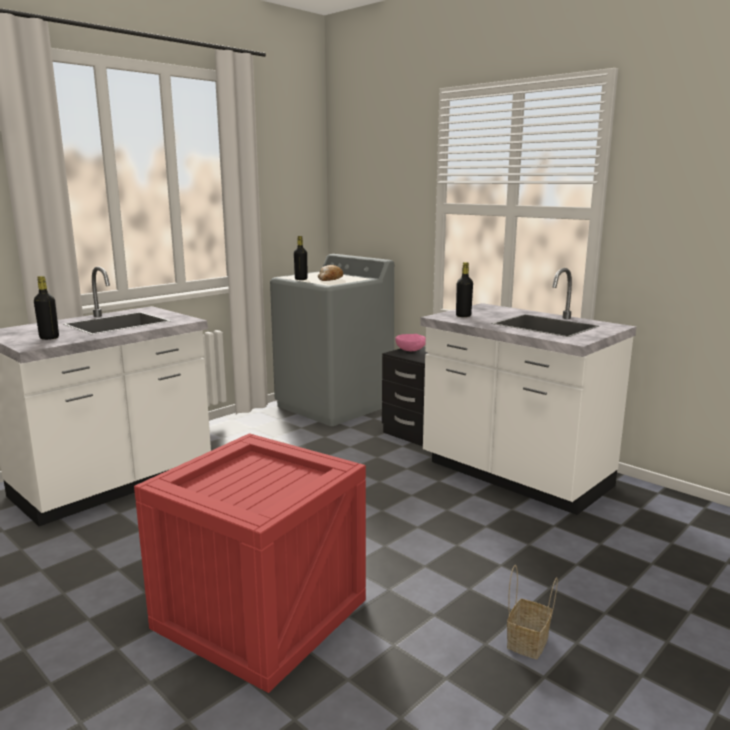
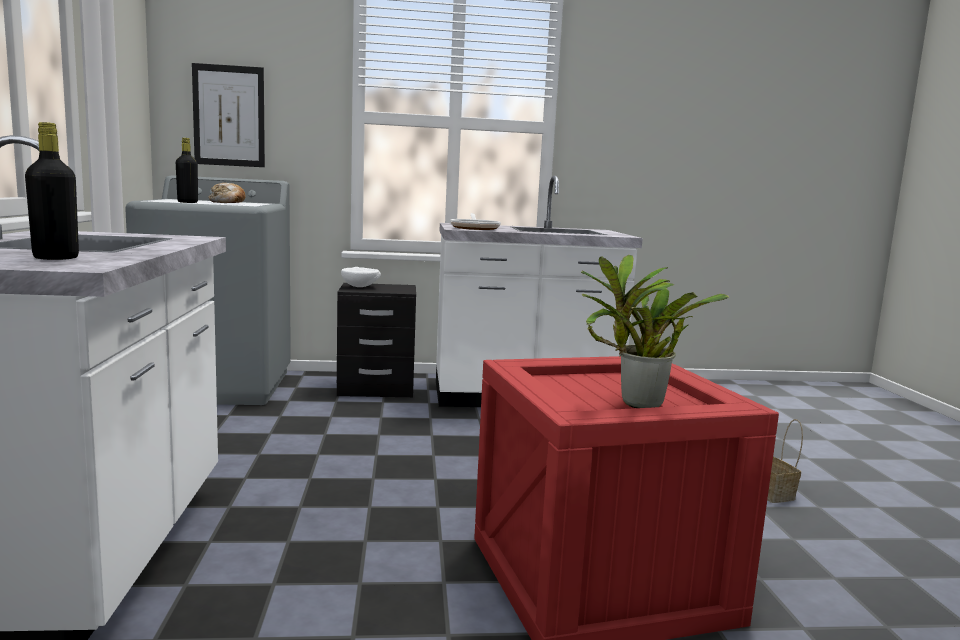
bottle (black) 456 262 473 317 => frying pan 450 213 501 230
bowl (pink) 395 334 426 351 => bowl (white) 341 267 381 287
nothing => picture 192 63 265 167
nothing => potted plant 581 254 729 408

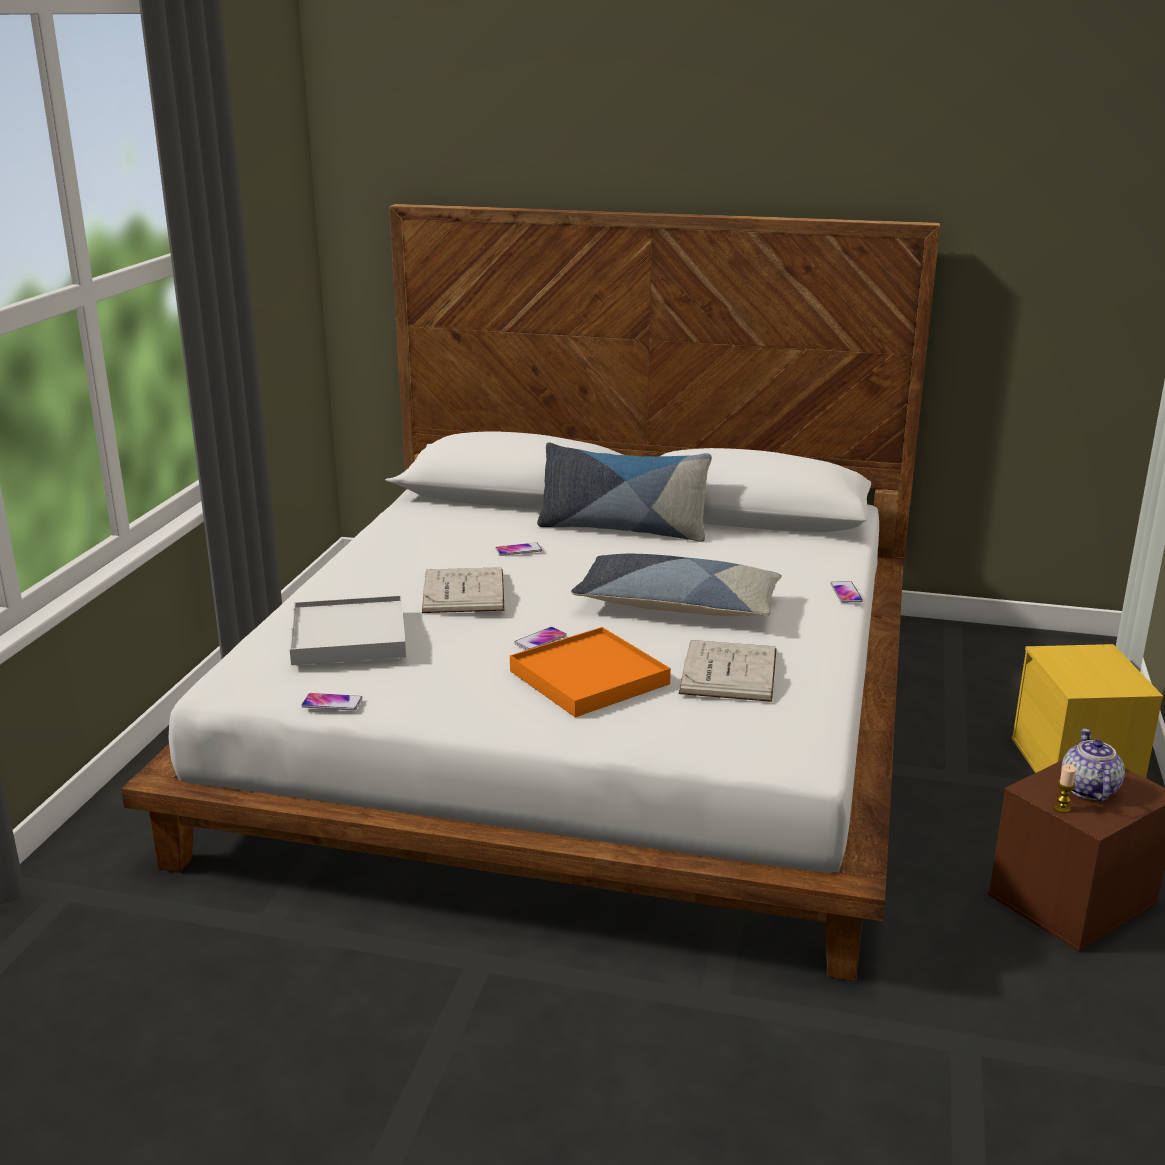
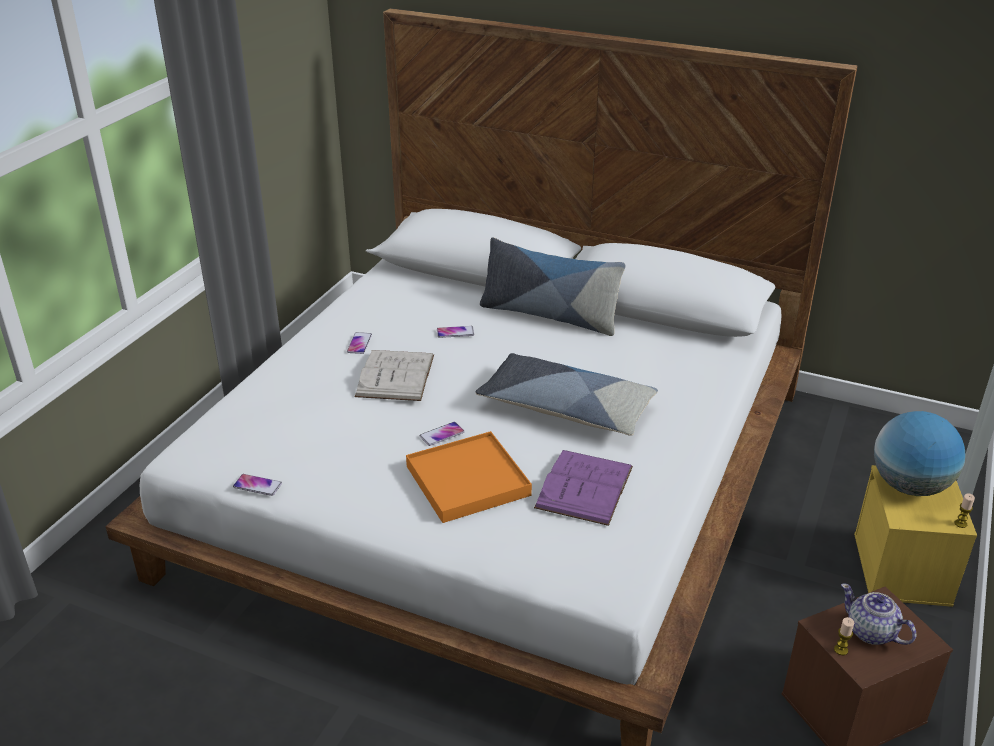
phone 830 581 863 603 => phone 347 332 372 354, move
tray (white) 289 595 406 665 => nothing
book (white) 679 640 777 702 => book (purple) 534 450 633 526
teapot 1061 729 1125 801 => teapot 841 583 916 645, 60 degrees counterclockwise
nothing => globe 874 411 965 496
nothing => candle 955 493 975 528

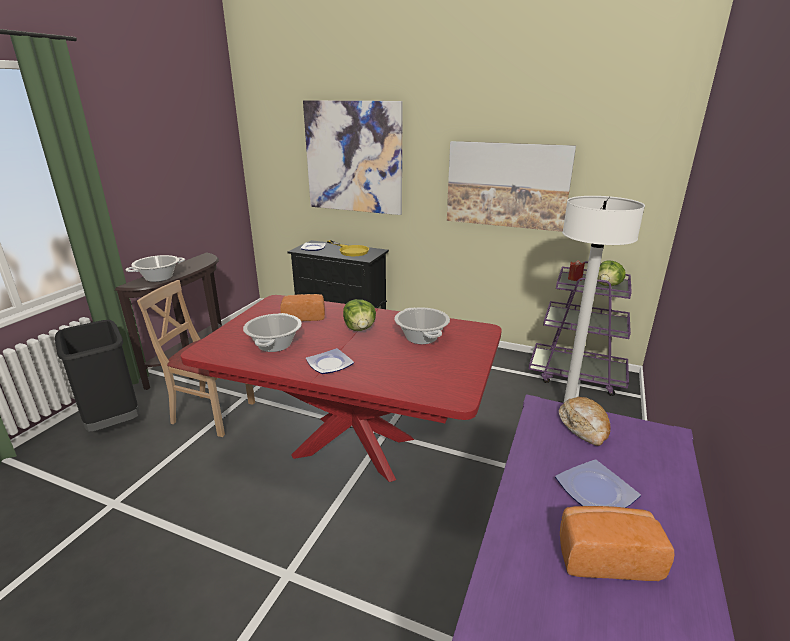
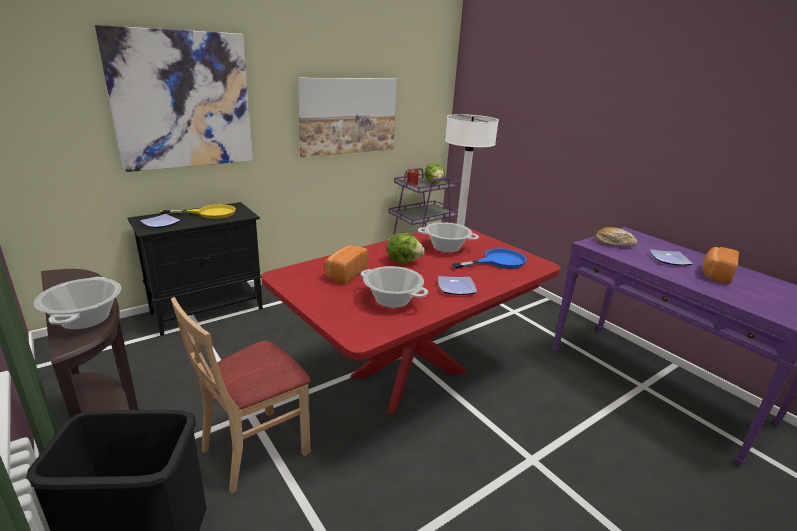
nothing => frying pan (blue) 452 248 527 269

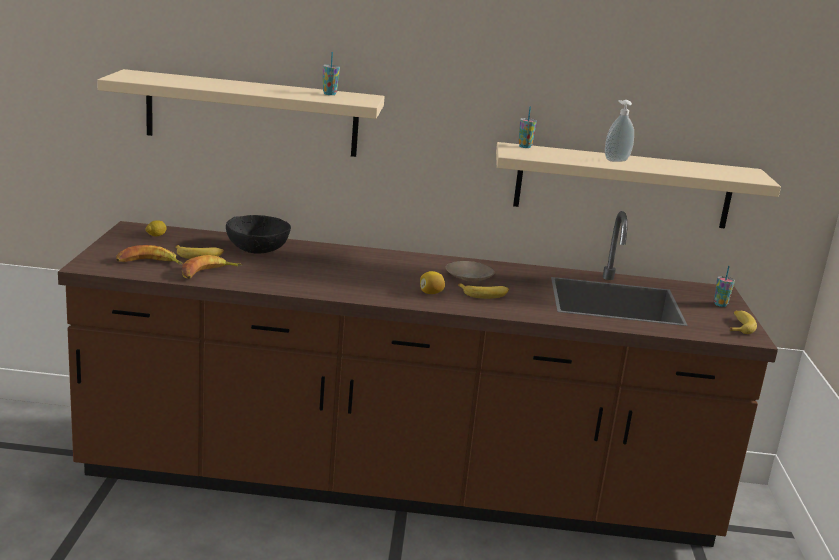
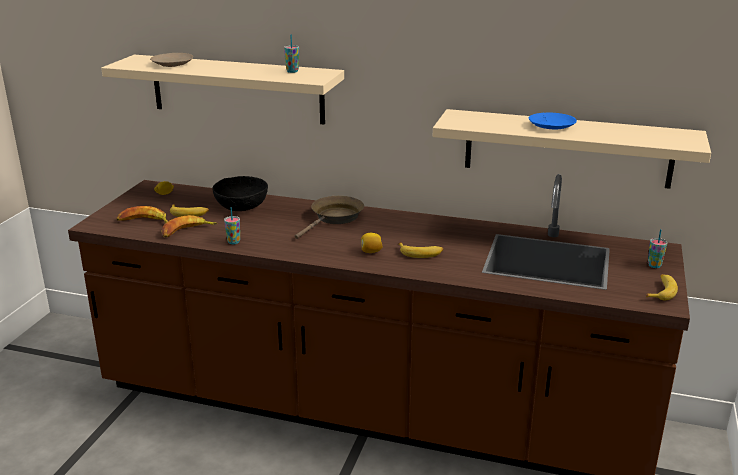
soap dispenser 605 100 634 162 => plate (blue) 529 112 577 129
cup 519 106 537 148 => cup 224 207 240 244, move
plate (beige) 446 261 495 281 => plate (beige) 150 53 193 67, move
nothing => frying pan (brown) 295 196 364 239

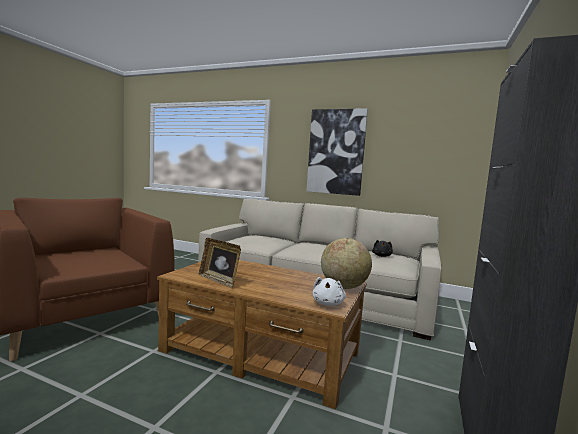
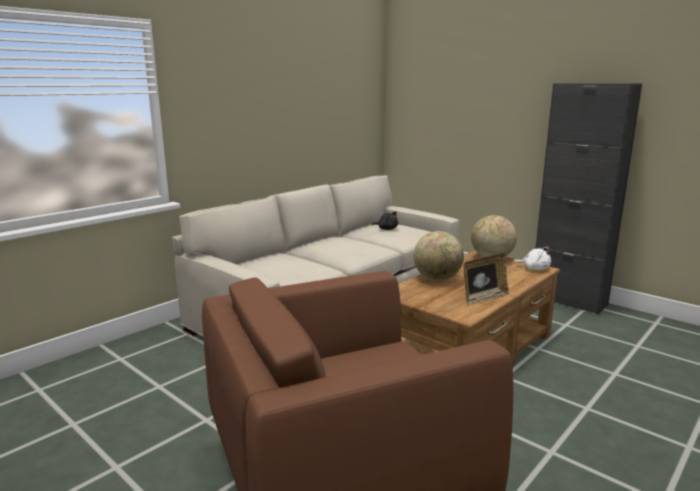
picture 306 108 368 196 => nothing
nothing => globe 413 231 464 281

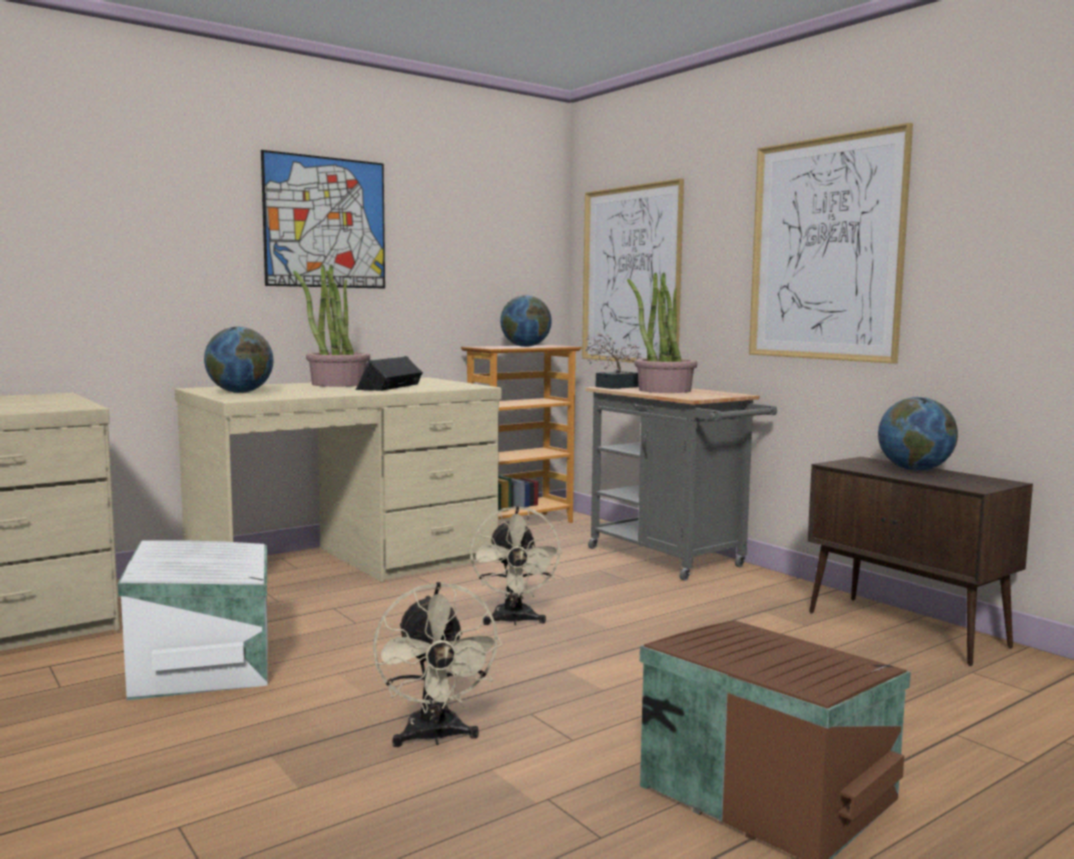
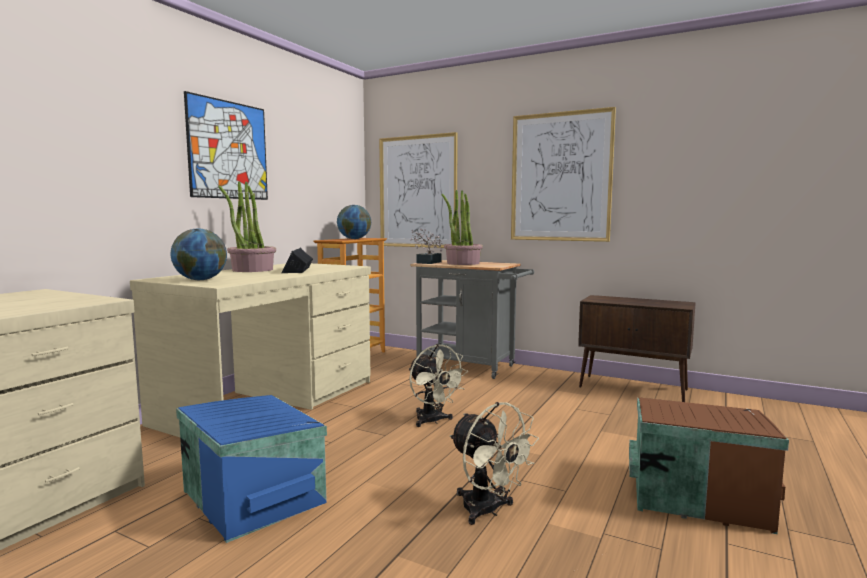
globe 878 397 958 471 => nothing
storage box (white) 117 540 268 700 => storage box (blue) 176 395 327 543

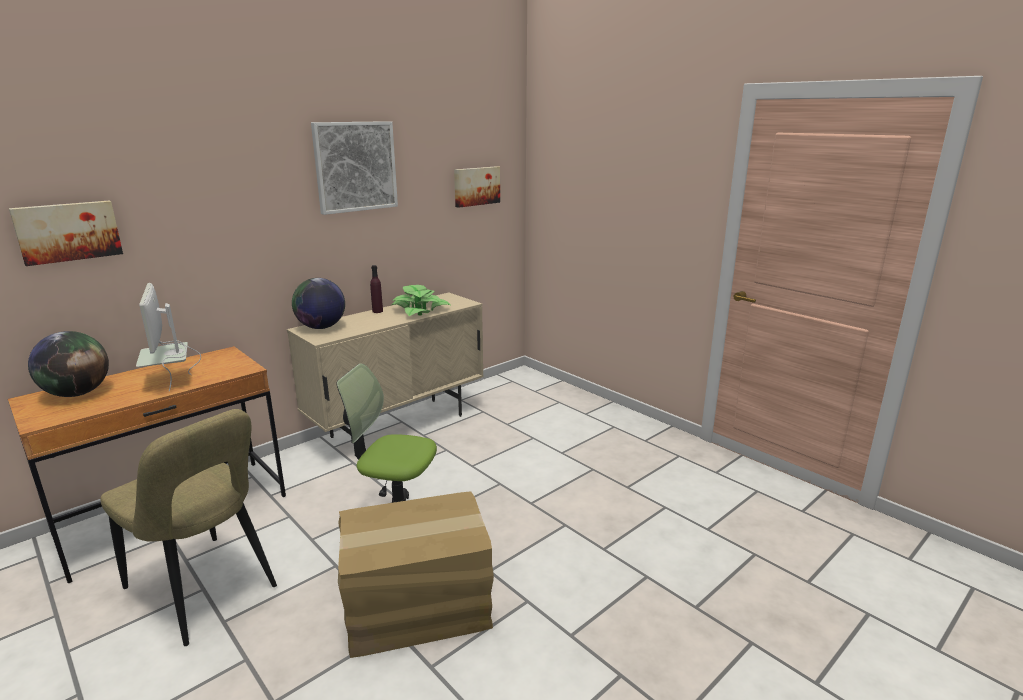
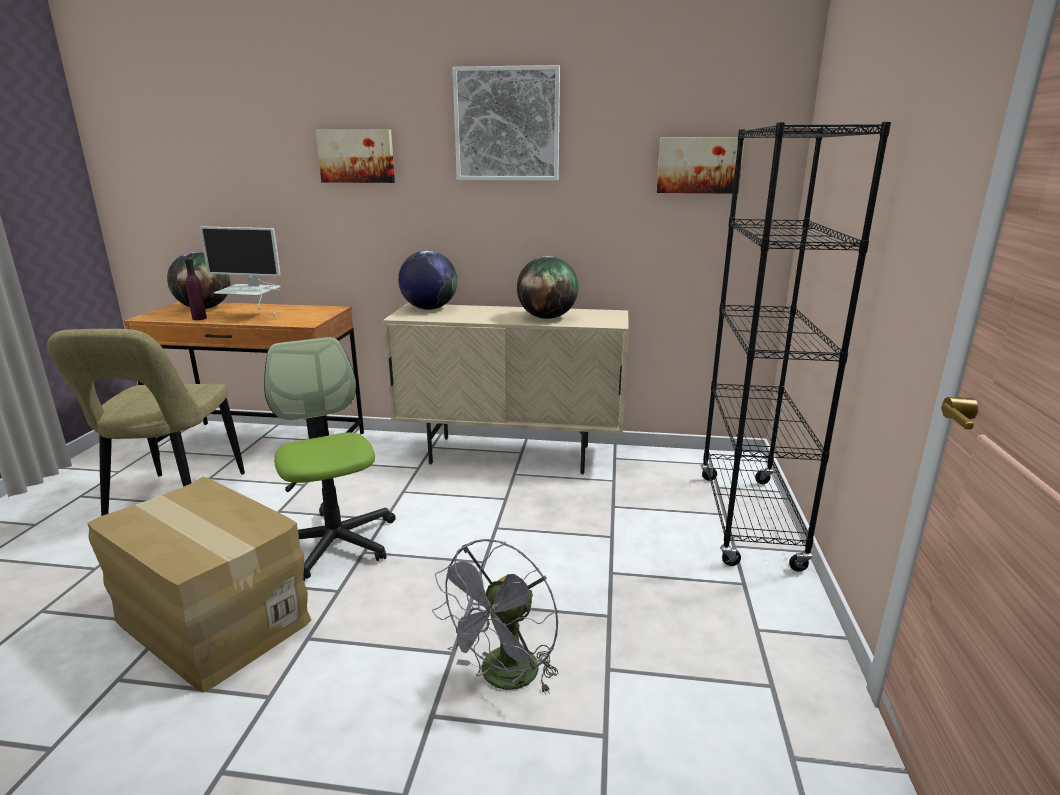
picture 9 201 123 266 => picture 316 130 395 183, move
bottle (purple) 370 265 383 313 => bottle (purple) 185 259 207 320, move
monitor 136 283 201 392 => monitor 200 226 281 318, 105 degrees counterclockwise
potted plant 390 285 452 316 => globe 517 256 578 319
nothing => bookcase (black) 701 122 891 571
nothing => fan (grey) 432 539 559 695

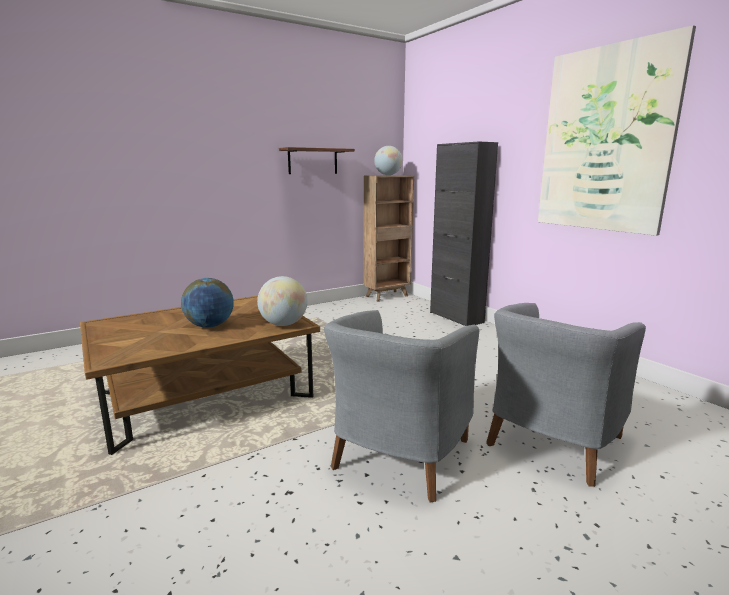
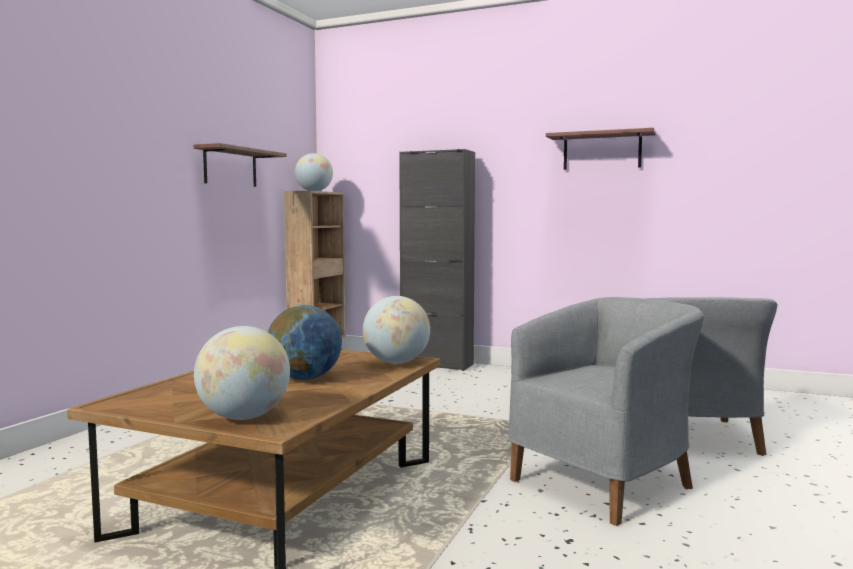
picture 538 25 696 236 => shelf 546 128 656 170
armchair (grey) 324 310 479 502 => armchair (grey) 508 297 704 526, 120 degrees counterclockwise
nothing => globe 194 326 290 420

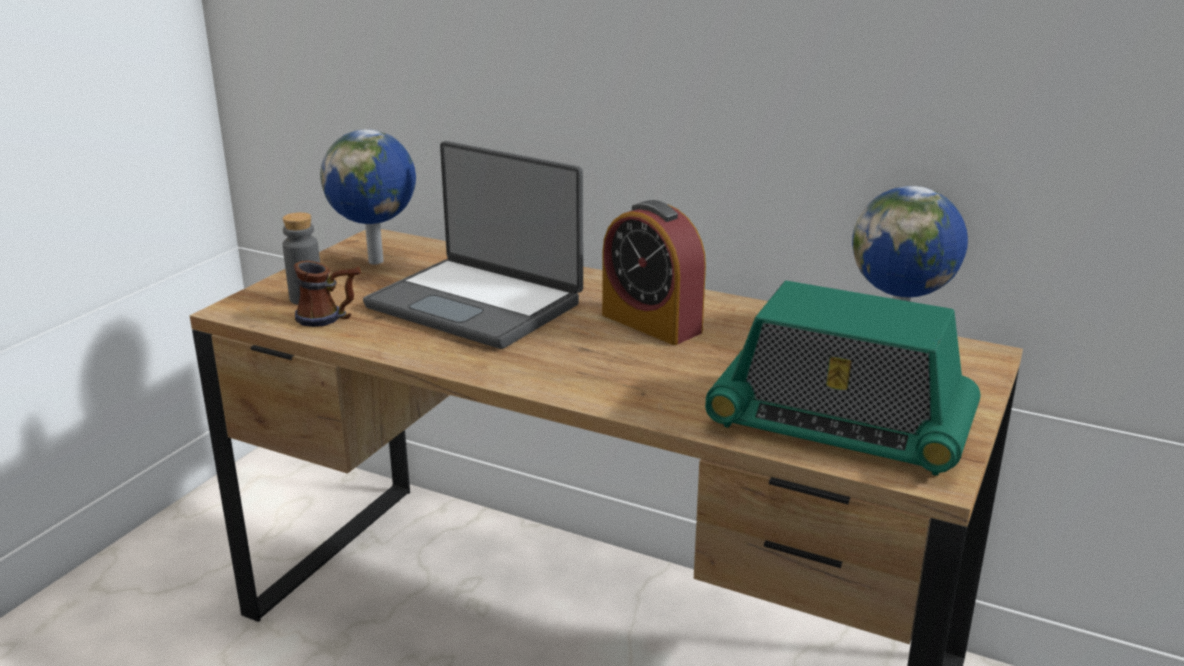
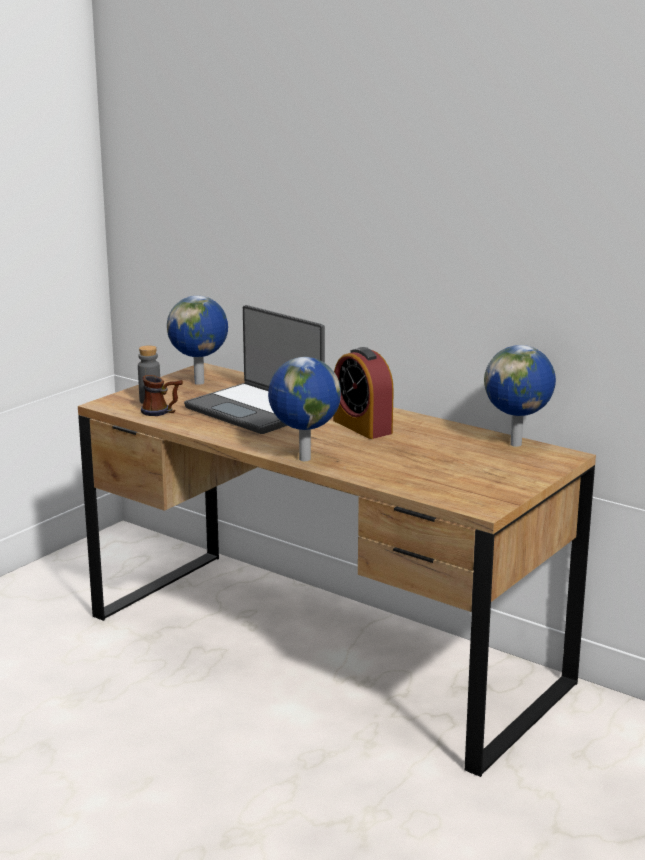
radio 705 281 980 476 => nothing
nothing => globe 268 357 341 461

